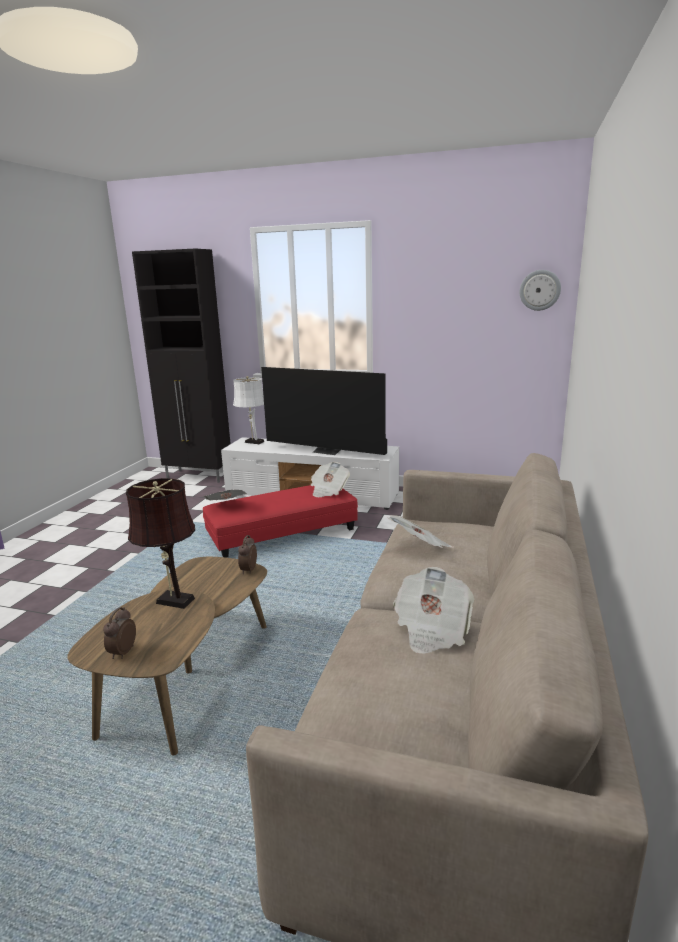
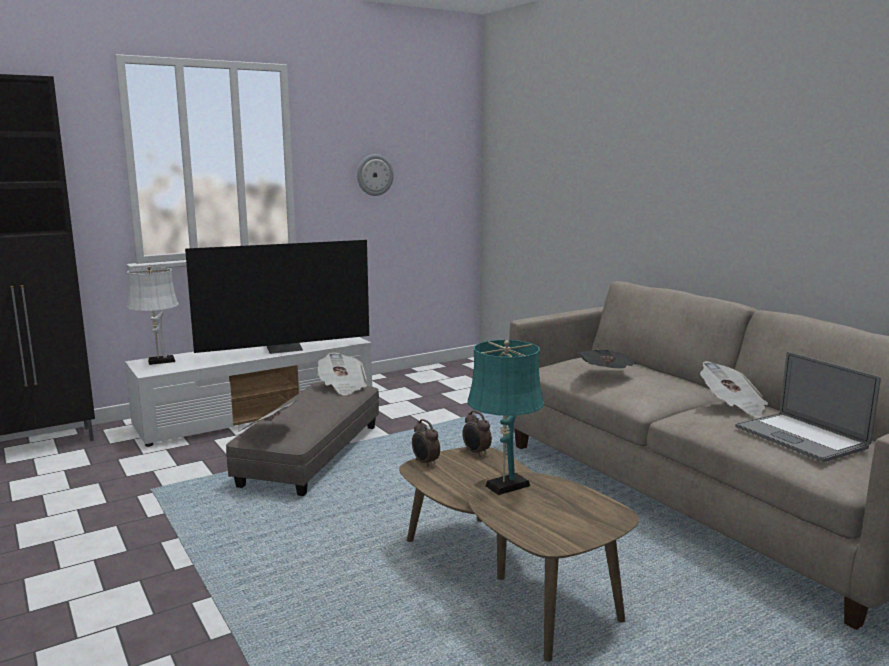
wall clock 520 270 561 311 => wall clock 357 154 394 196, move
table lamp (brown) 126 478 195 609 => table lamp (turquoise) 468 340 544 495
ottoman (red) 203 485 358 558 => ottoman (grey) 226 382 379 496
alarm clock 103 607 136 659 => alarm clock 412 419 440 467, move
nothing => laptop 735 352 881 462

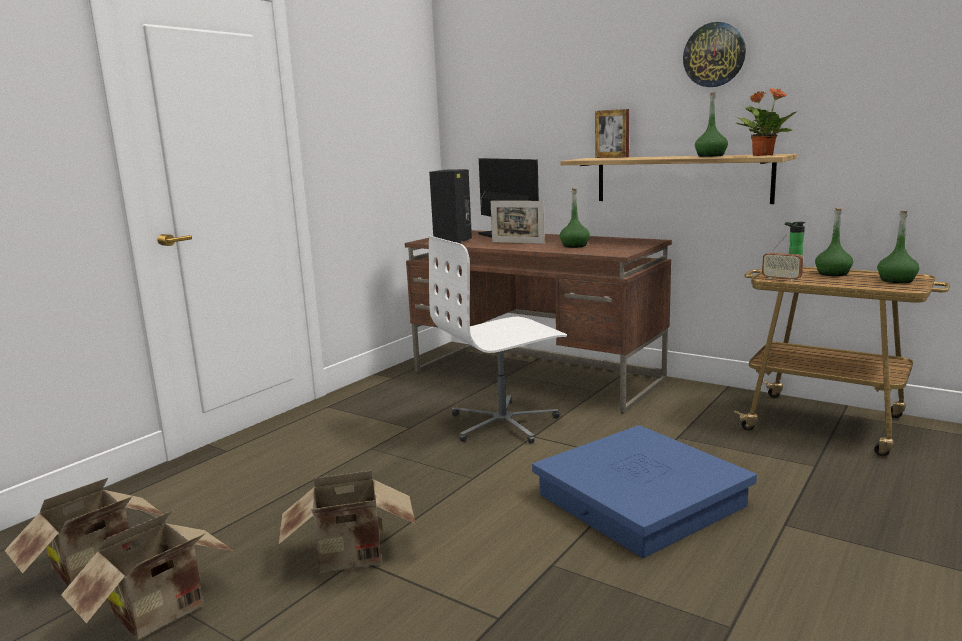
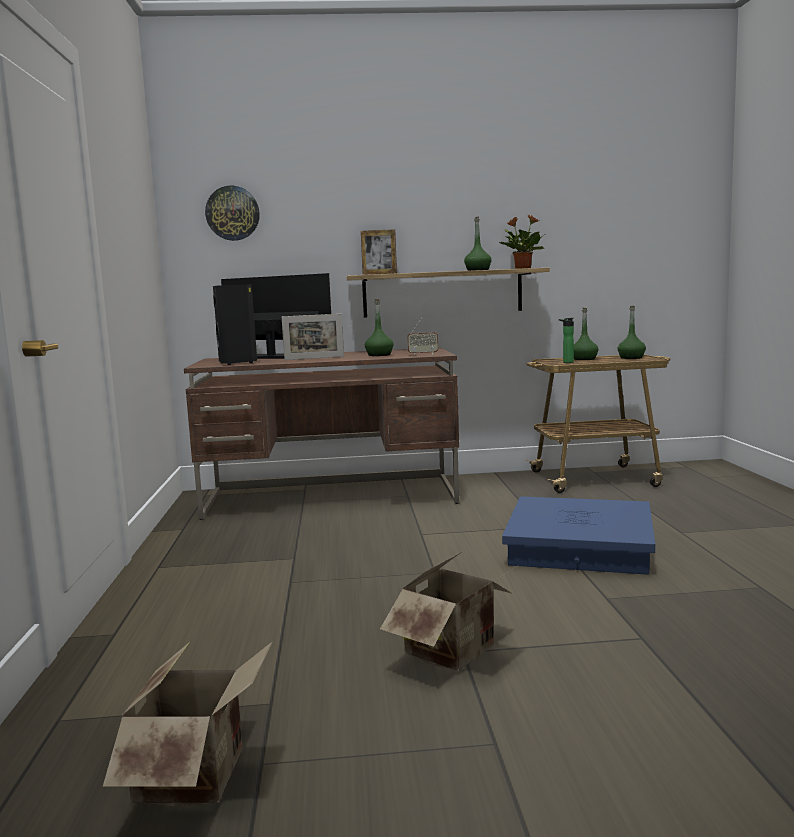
wall clock 683 22 746 87 => wall clock 205 186 260 241, move
radio 762 234 803 282 => radio 407 316 439 355, move
office chair (white) 429 236 567 444 => nothing
cardboard box 61 511 234 640 => nothing

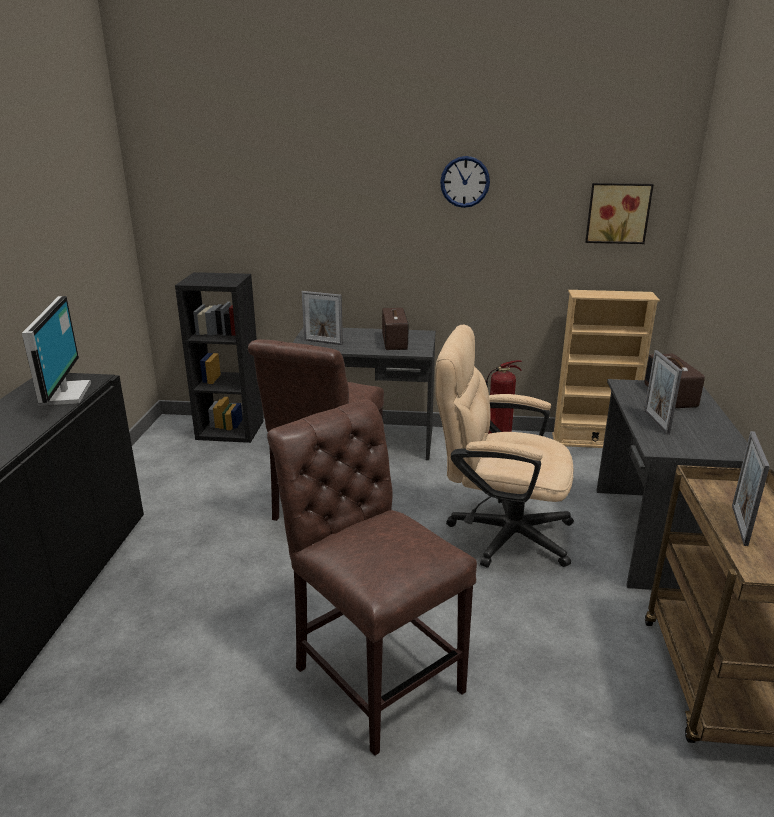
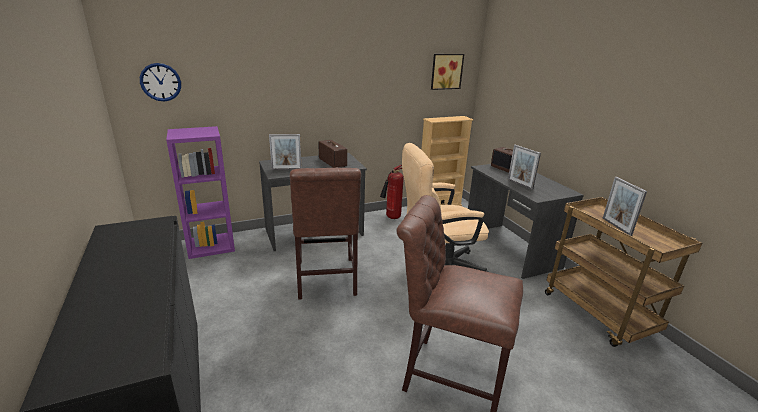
wall clock 440 156 490 208 => wall clock 140 63 181 101, move
bookcase (black) 175 272 264 443 => bookcase (purple) 166 126 235 259
monitor 22 296 91 406 => nothing

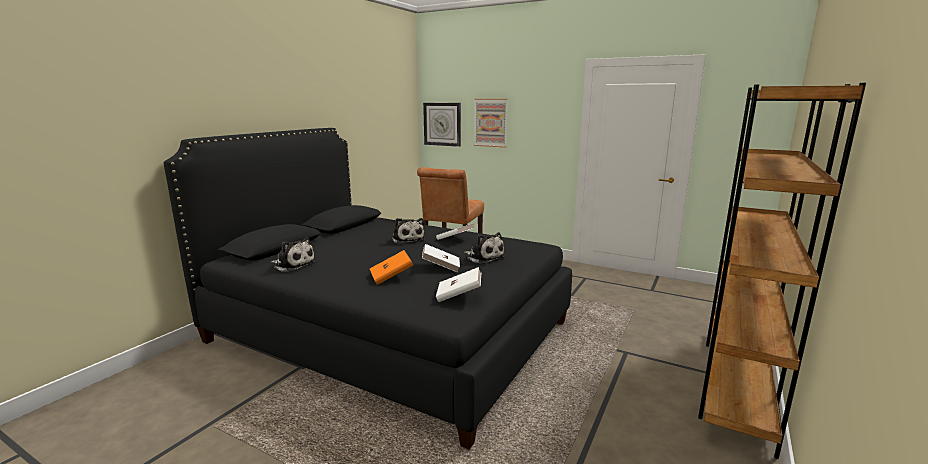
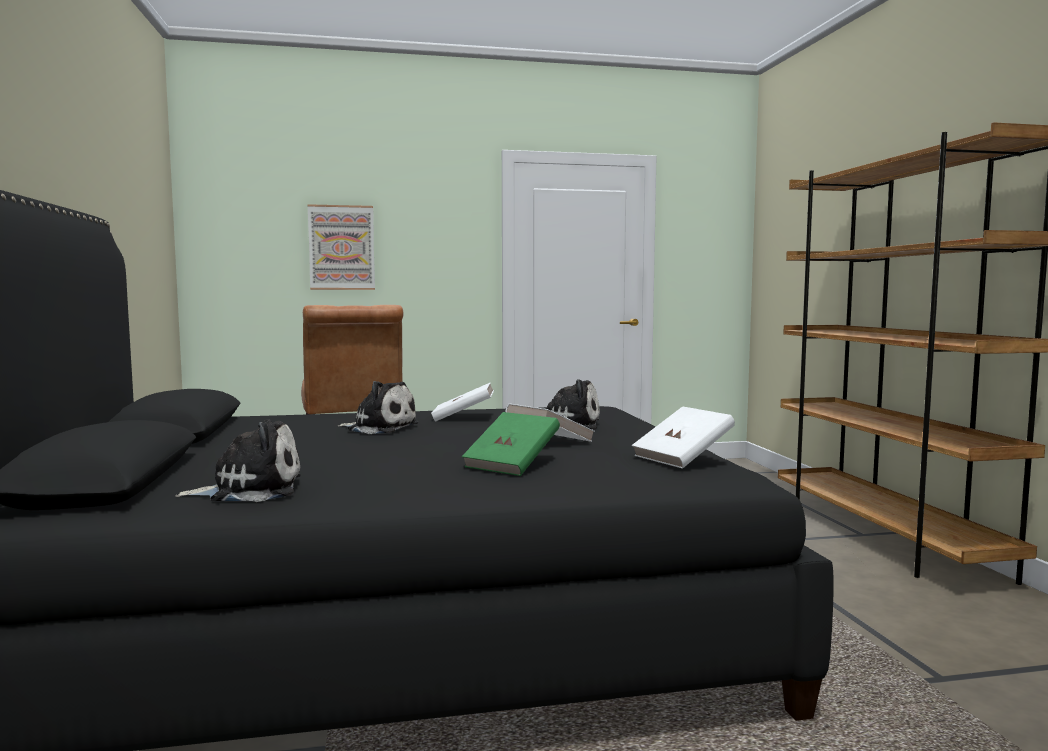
wall clock 423 103 461 147 => nothing
book (orange) 370 250 413 285 => book (green) 462 412 560 476

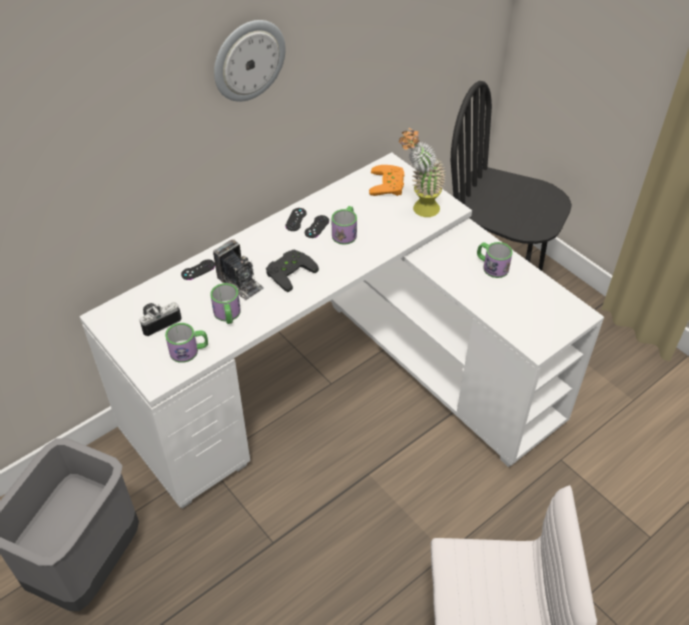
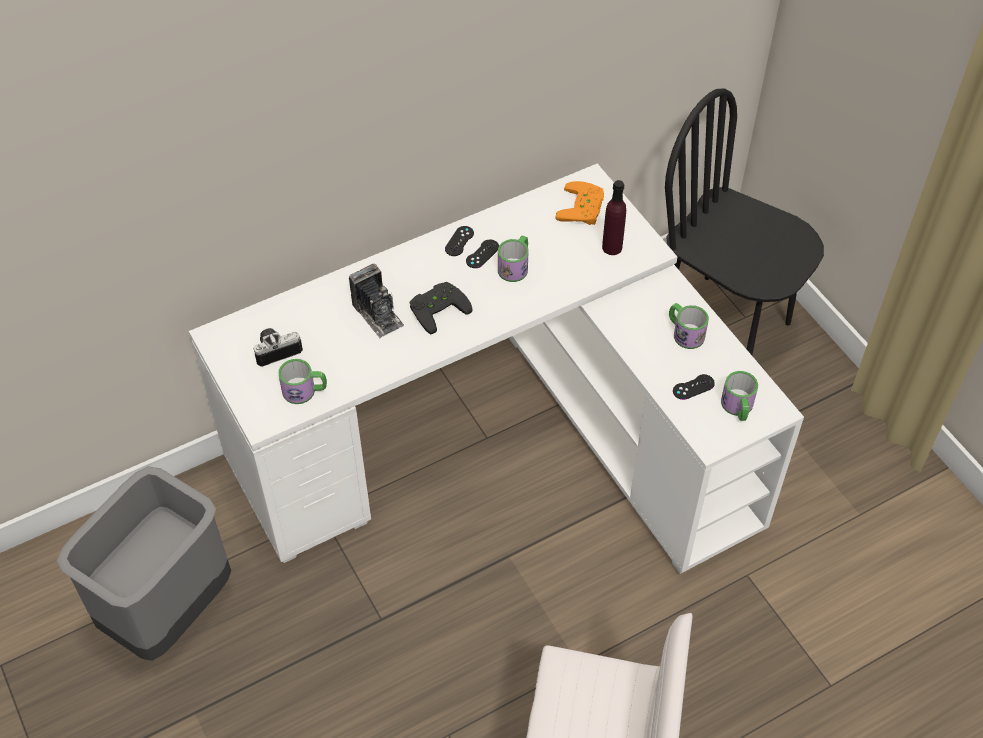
wall clock 214 20 286 102 => nothing
potted plant 399 128 445 217 => bottle (purple) 602 180 626 255
game controller (black) 181 260 215 280 => game controller (black) 673 374 715 400, move
mug 210 283 241 324 => mug 721 371 758 421, move

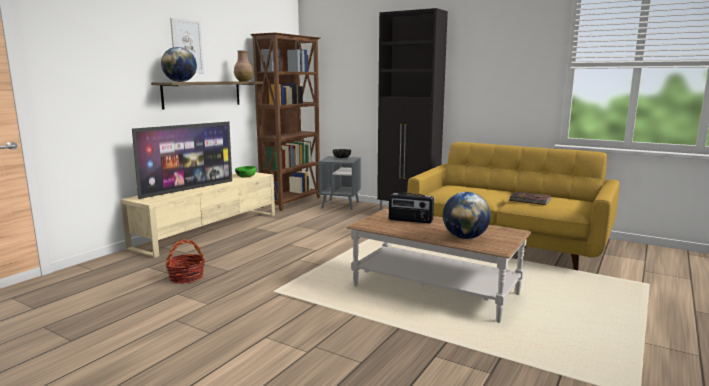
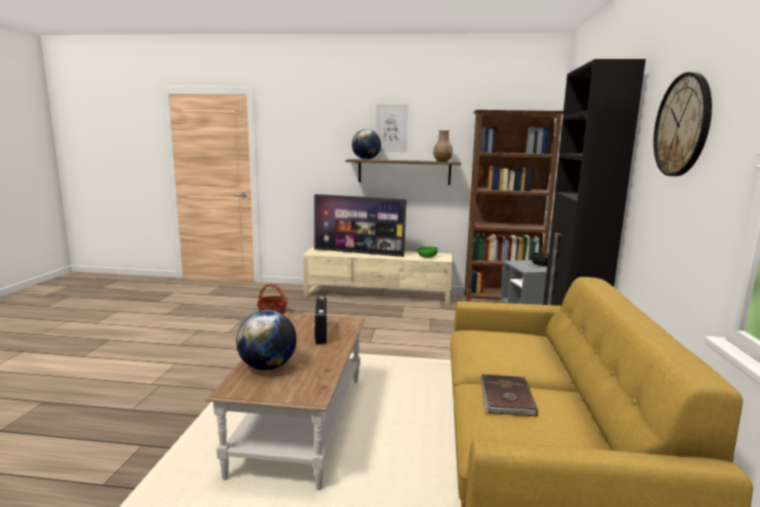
nothing => wall clock 653 72 712 176

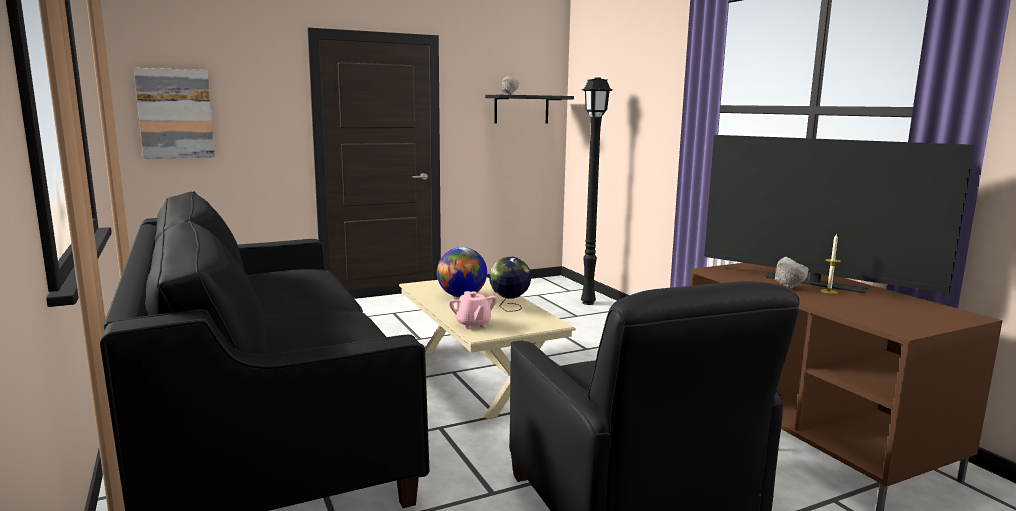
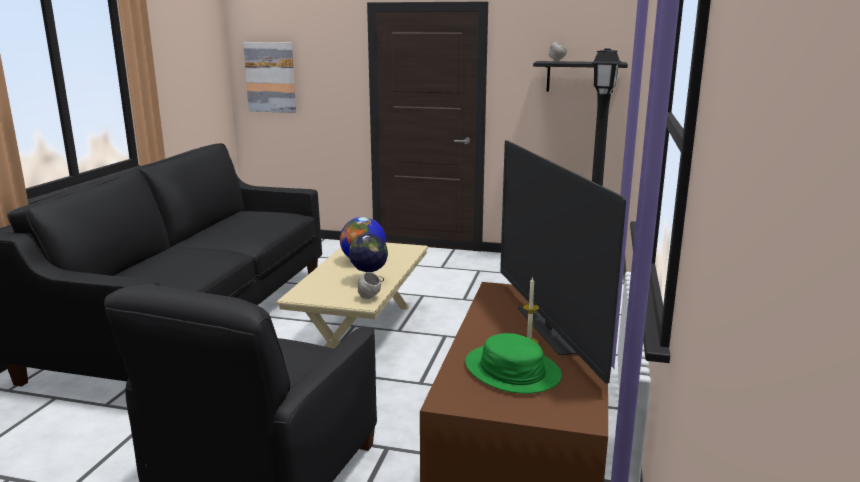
bowl (grey) 775 257 808 289 => bowl (grey) 358 272 381 299, move
teapot (pink) 448 291 497 329 => nothing
nothing => hat (green) 465 333 562 394

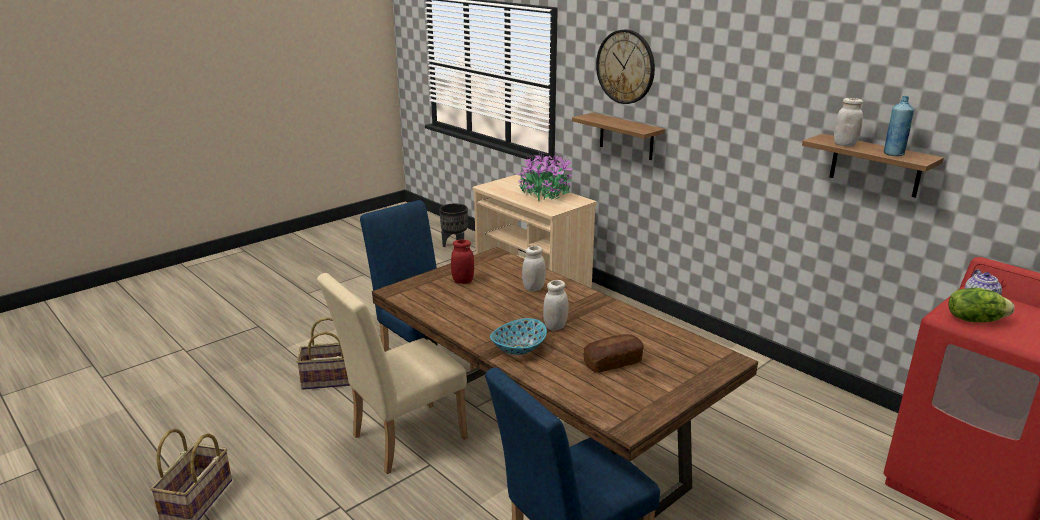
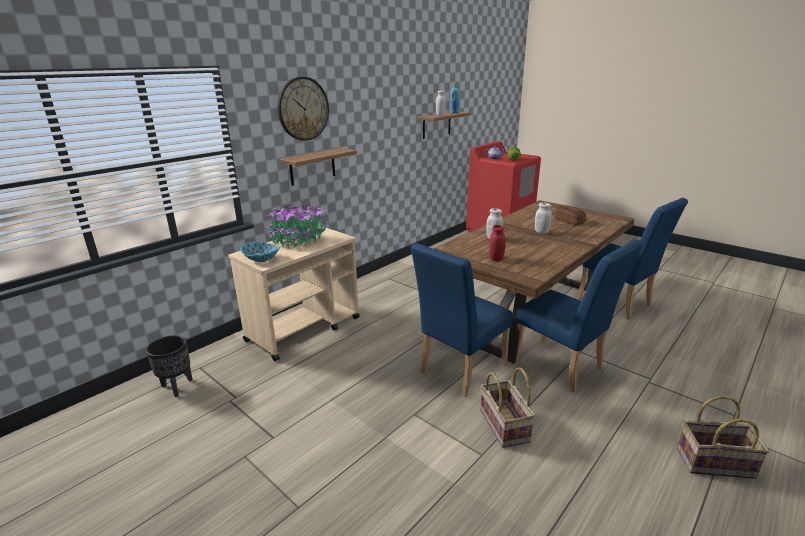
chair (beige) 317 273 468 474 => chair (blue) 516 239 643 392
bowl 490 318 547 355 => bowl 241 242 280 262, move

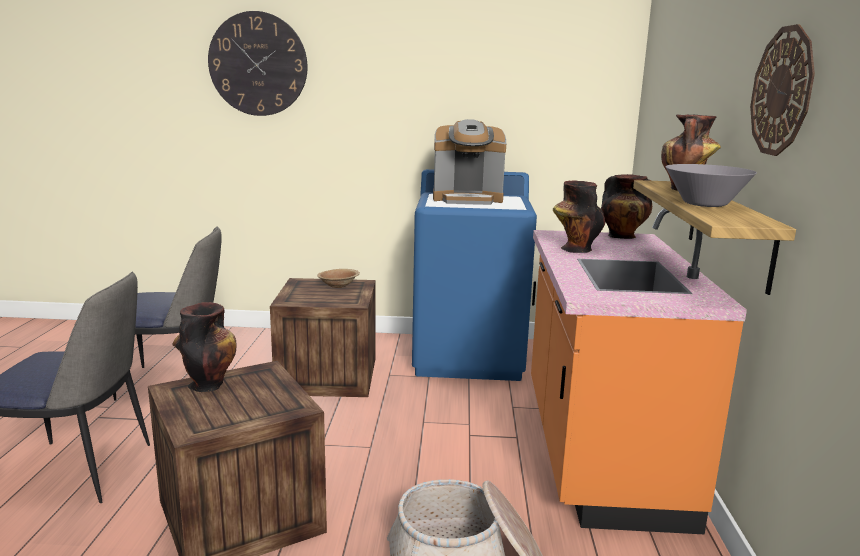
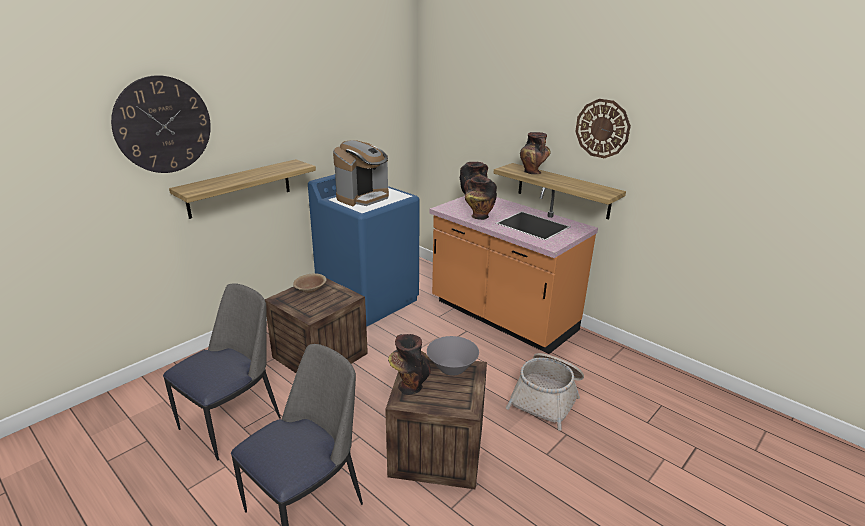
bowl (grey) 666 164 757 207 => bowl (grey) 427 336 479 376, move
nothing => shelf 169 159 316 219

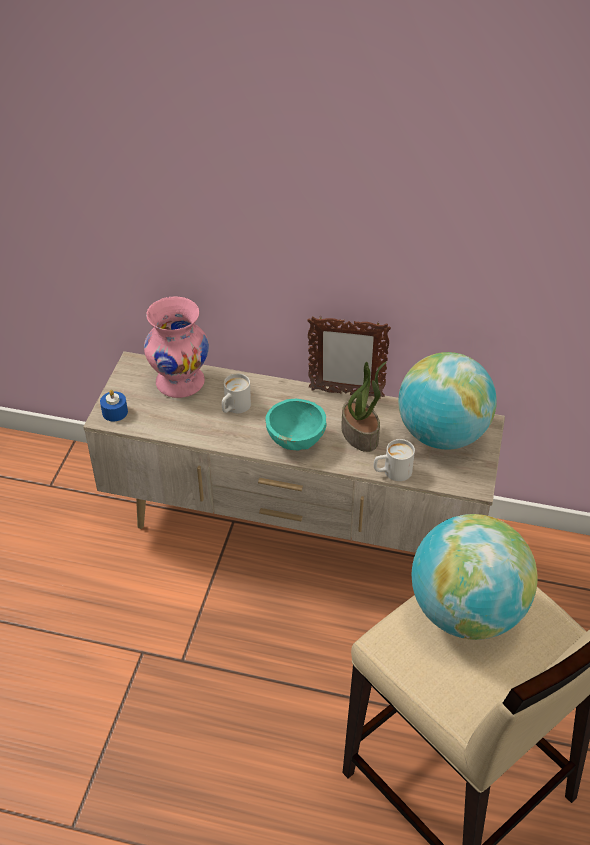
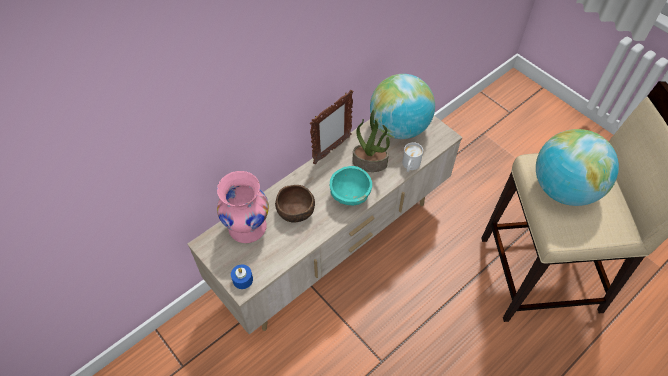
mug (white) 222 374 251 413 => bowl (brown) 275 185 315 223

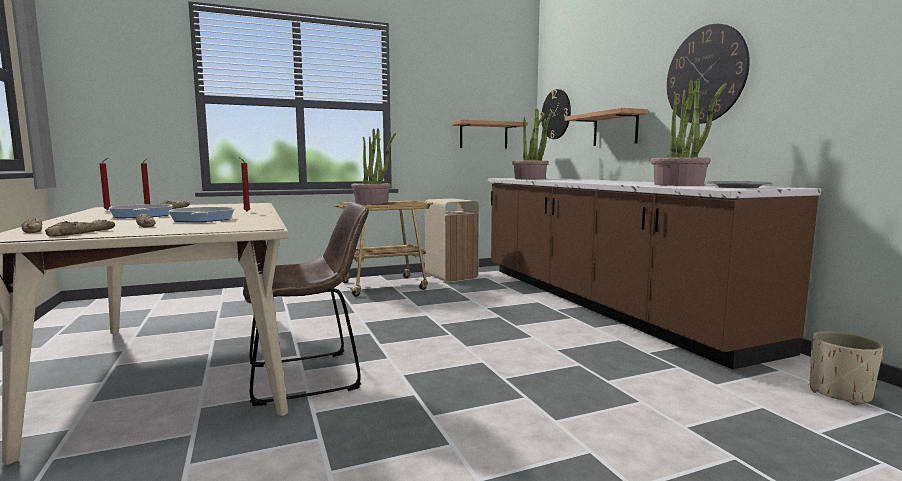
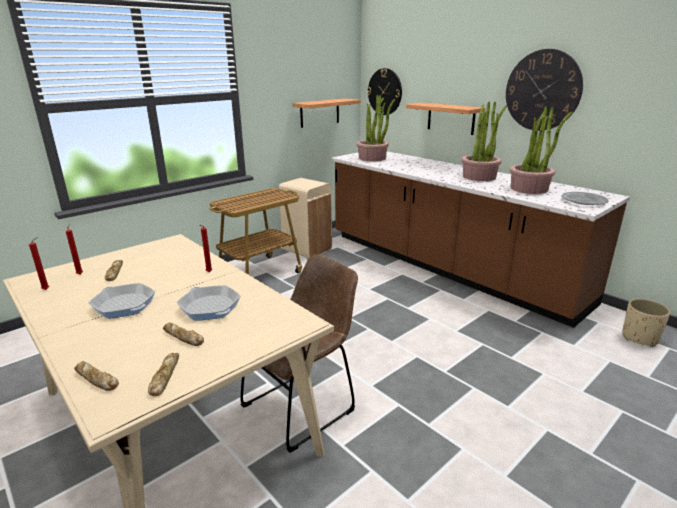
potted plant 351 128 396 204 => potted plant 461 102 507 181, move

